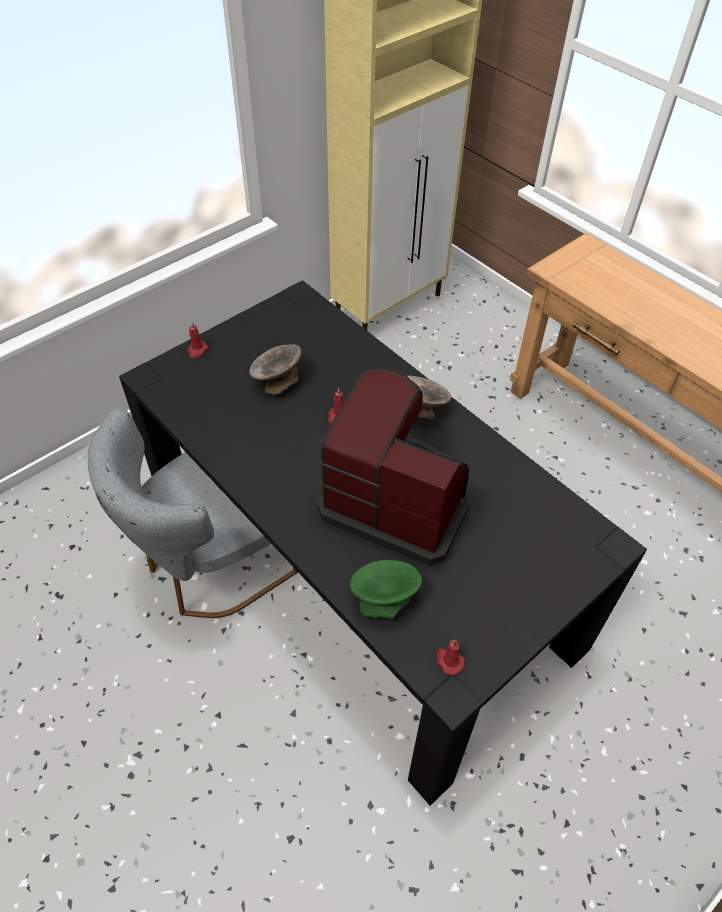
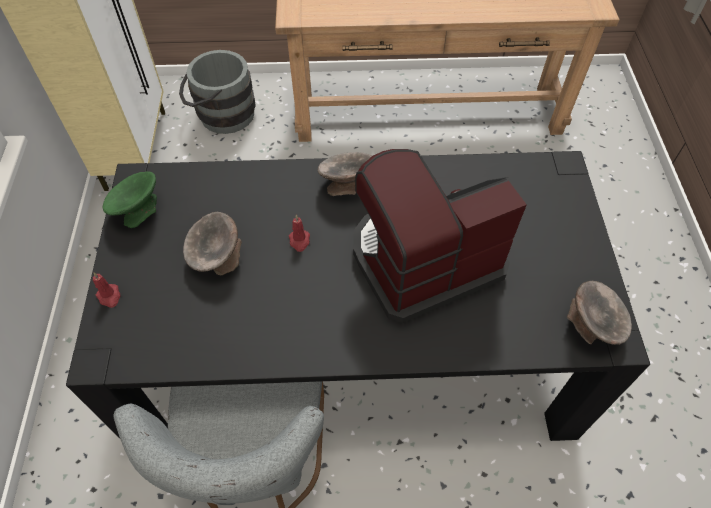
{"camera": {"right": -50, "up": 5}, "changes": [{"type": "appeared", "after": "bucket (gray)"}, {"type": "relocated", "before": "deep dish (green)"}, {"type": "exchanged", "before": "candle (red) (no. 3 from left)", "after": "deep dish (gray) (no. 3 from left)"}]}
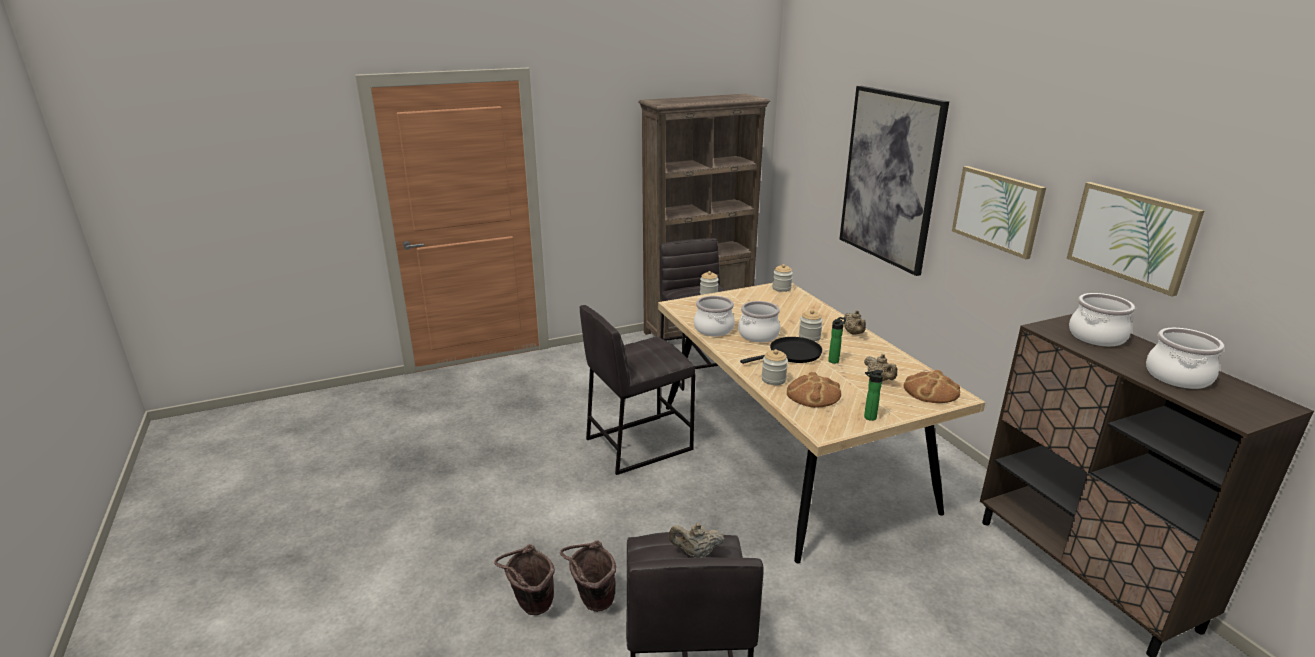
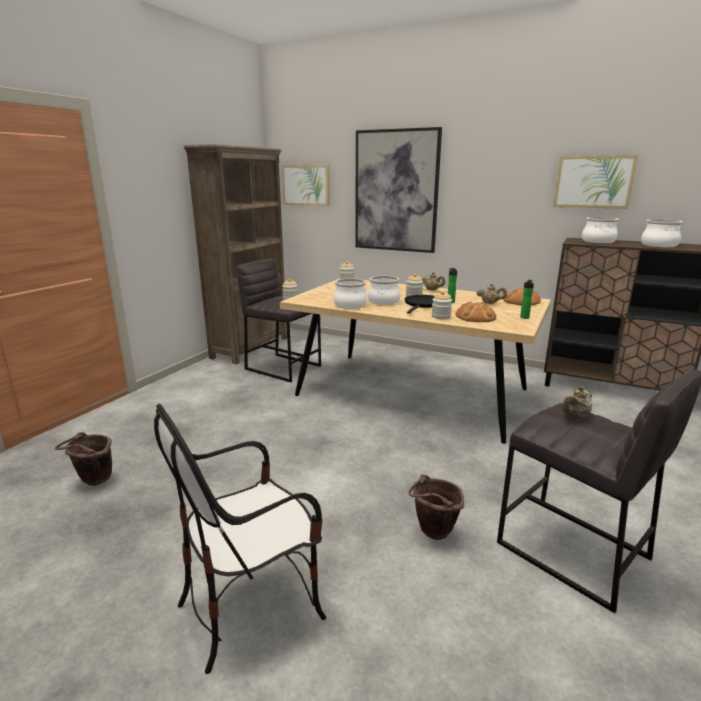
{"camera": {"right": -40, "up": -5}, "changes": [{"type": "missing", "before": "sitting stool (gray) (no. 1 from left)"}, {"type": "appeared", "after": "chair"}, {"type": "relocated", "before": "bucket (brown) (no. 1 from left)"}, {"type": "relocated", "before": "wall art (no. 2 from left in the first image)", "after": "wall art (no. 1 from left)"}]}
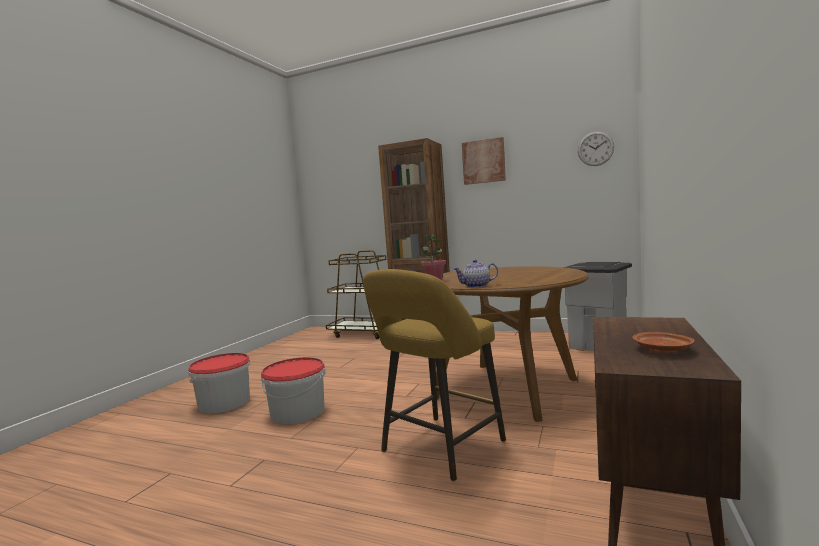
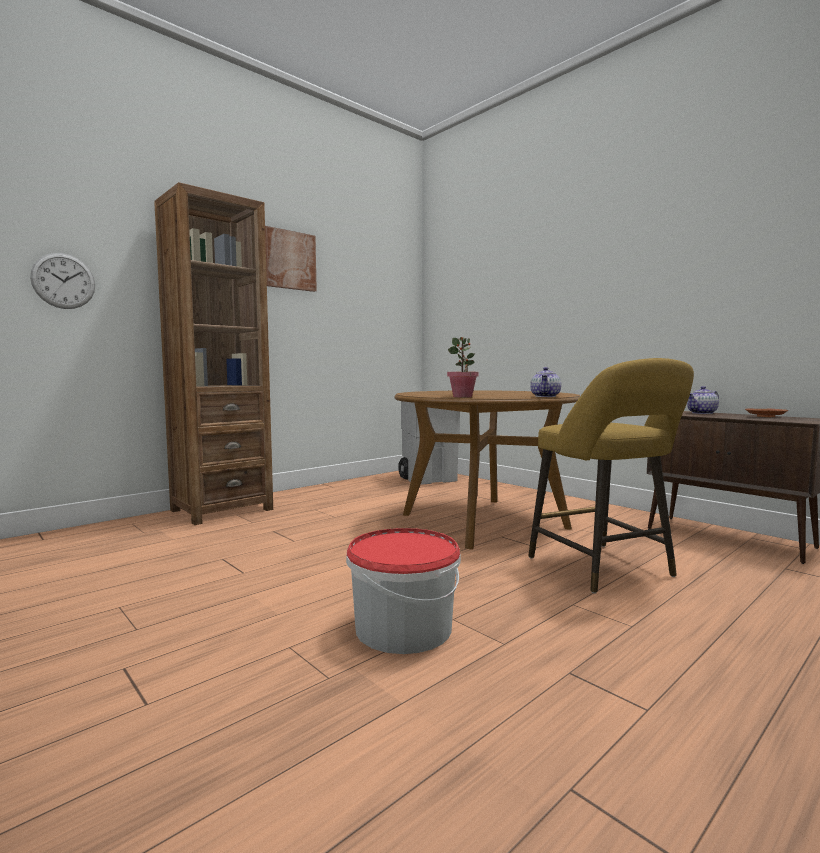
{"camera": {"right": -65, "up": 0}, "changes": [{"type": "missing", "before": "bucket (no. 1 from left)"}, {"type": "missing", "before": "trolley (brown)"}, {"type": "appeared", "after": "tea pot (no. 2 from left)"}, {"type": "relocated", "before": "hanging clock"}]}
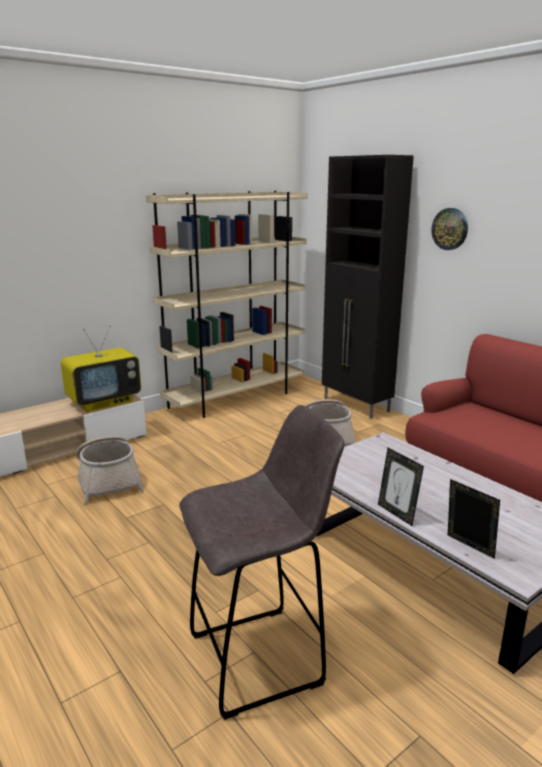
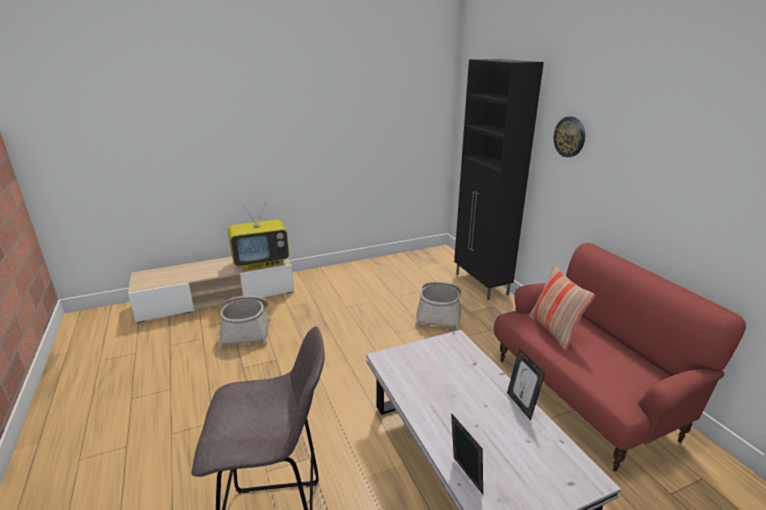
{"camera": {"right": 15, "up": 5}, "changes": [{"type": "missing", "before": "bookcase (beige-coloured)"}, {"type": "appeared", "after": "cushion"}, {"type": "relocated", "before": "standing frame (no. 1 from left in the first image)", "after": "standing frame (no. 2 from left)"}]}
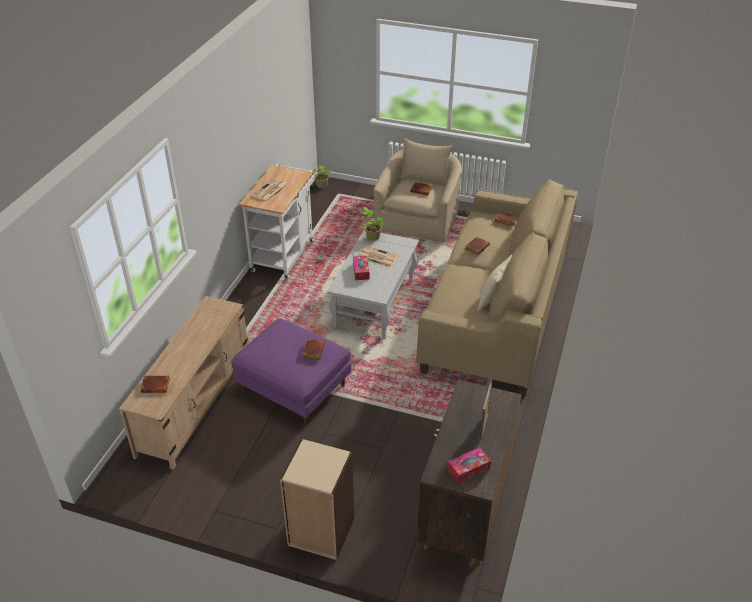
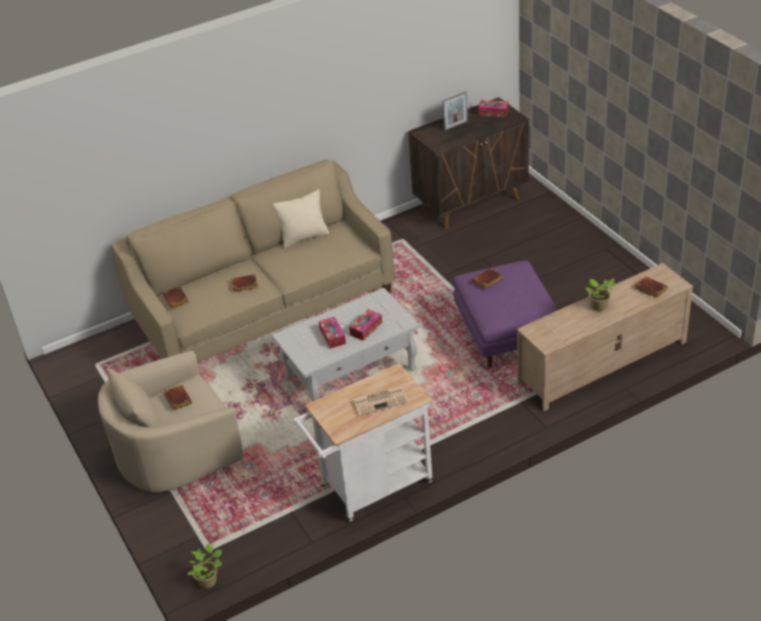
{"camera": {"right": -135, "up": 0}, "changes": [{"type": "missing", "before": "bookcase (beige-coloured)"}, {"type": "relocated", "before": "houseplant (no. 2 from left)"}, {"type": "exchanged", "before": "daily paper (no. 2 from left)", "after": "tissue holder (no. 1 from left)"}]}
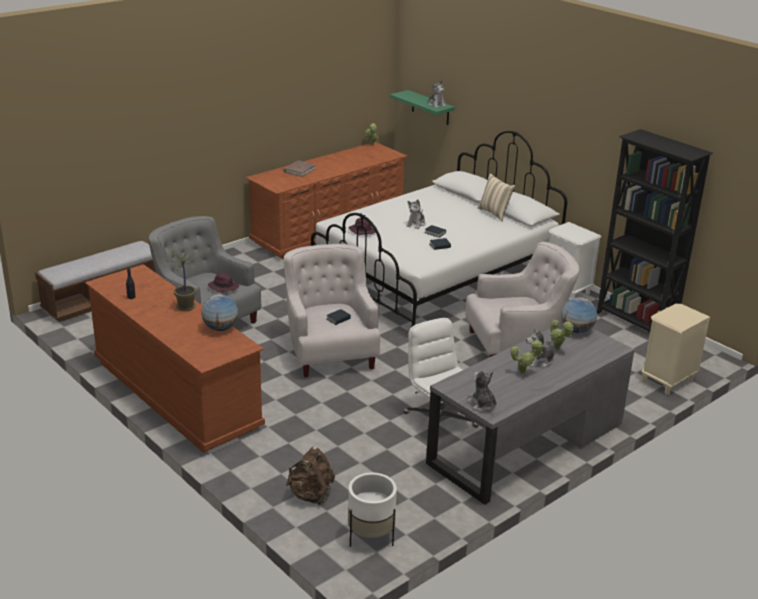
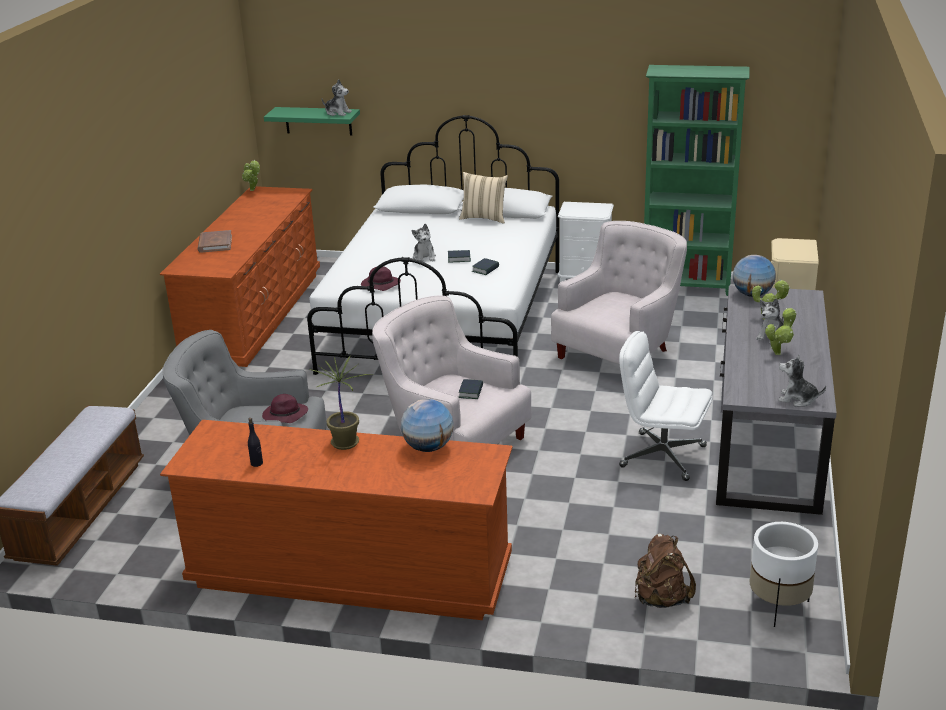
{"camera": {"right": -35, "up": 0}, "changes": [{"type": "colour", "before": "bookcase (black)", "after": "bookcase (green)"}]}
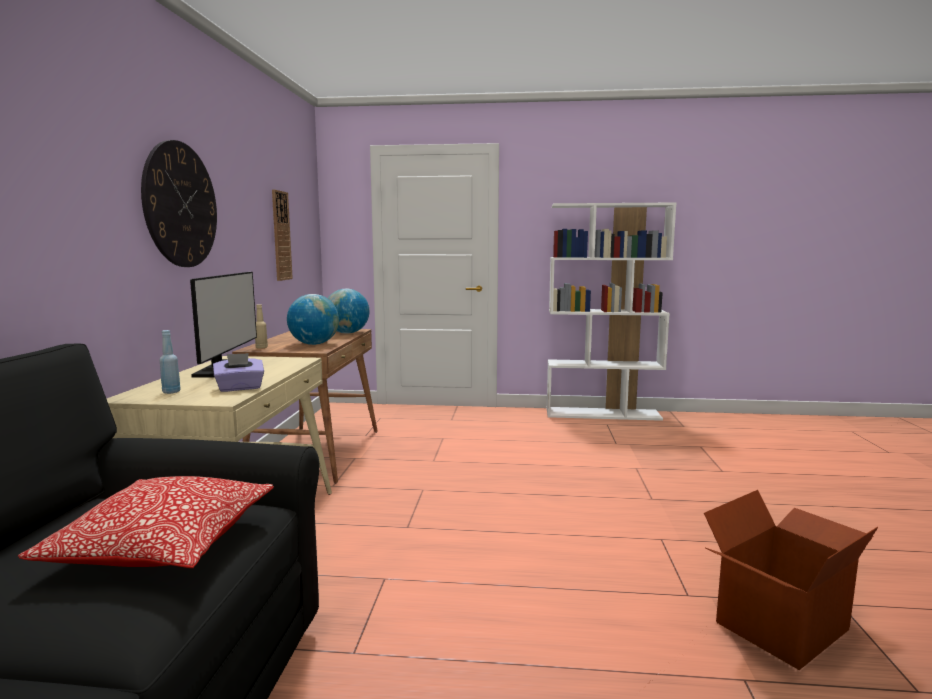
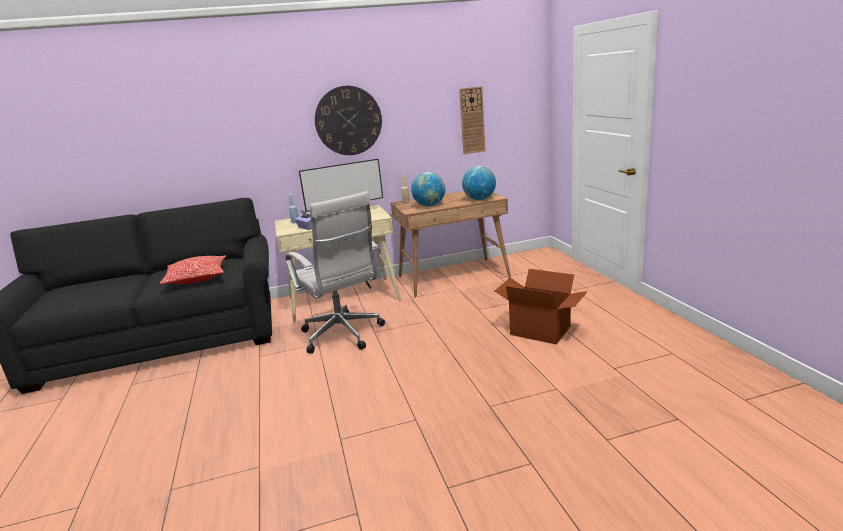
{"camera": {"right": 70, "up": 10}, "changes": [{"type": "missing", "before": "bookcase (white-coloured)"}, {"type": "appeared", "after": "desk chair (white-coloured)"}, {"type": "relocated", "before": "cardboard box"}]}
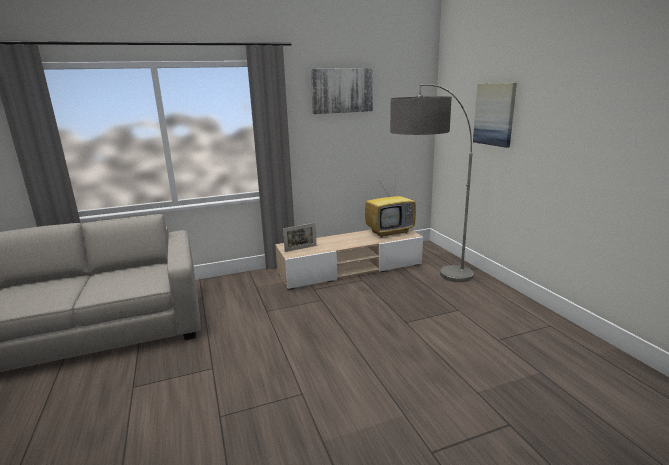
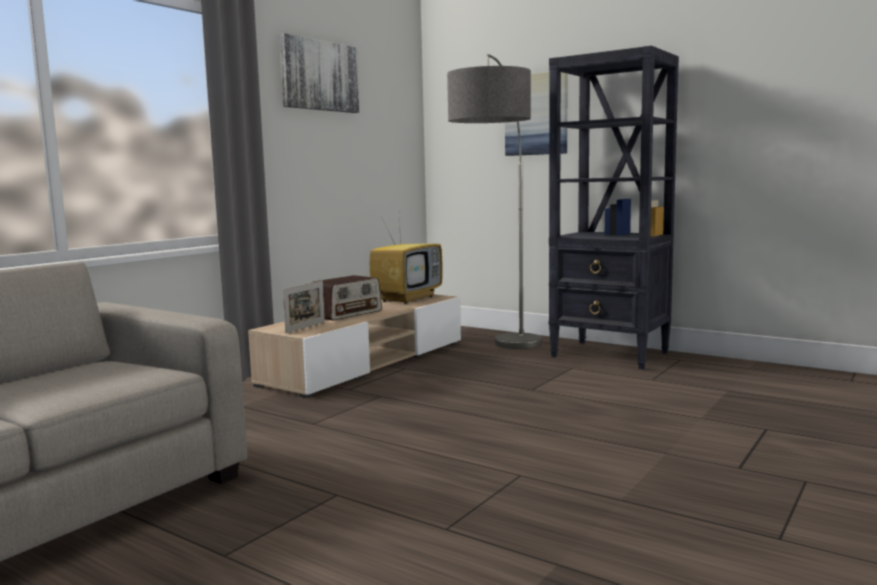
{"camera": {"right": -35, "up": -10}, "changes": [{"type": "appeared", "after": "radio receiver"}, {"type": "appeared", "after": "bookcase (black)"}]}
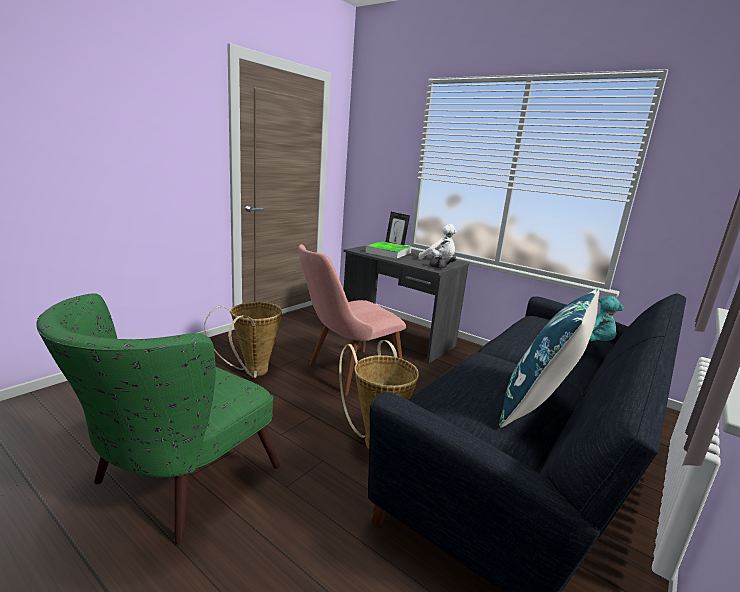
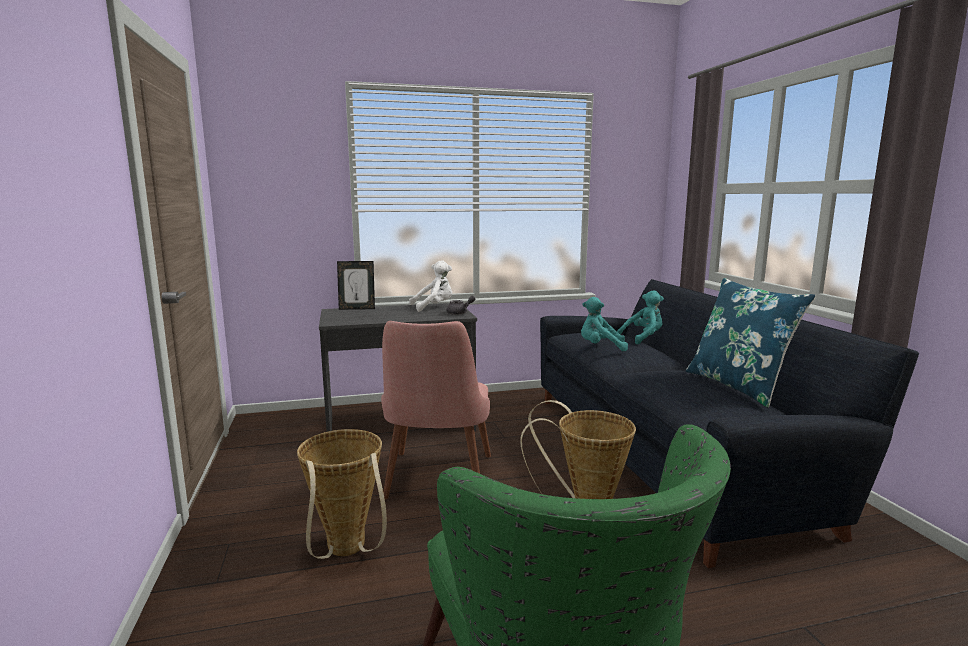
{"camera": {"right": -50, "up": -5}, "changes": [{"type": "missing", "before": "carrying tray"}, {"type": "appeared", "after": "soft toy (turquoise-coloured) (no. 1 from left)"}]}
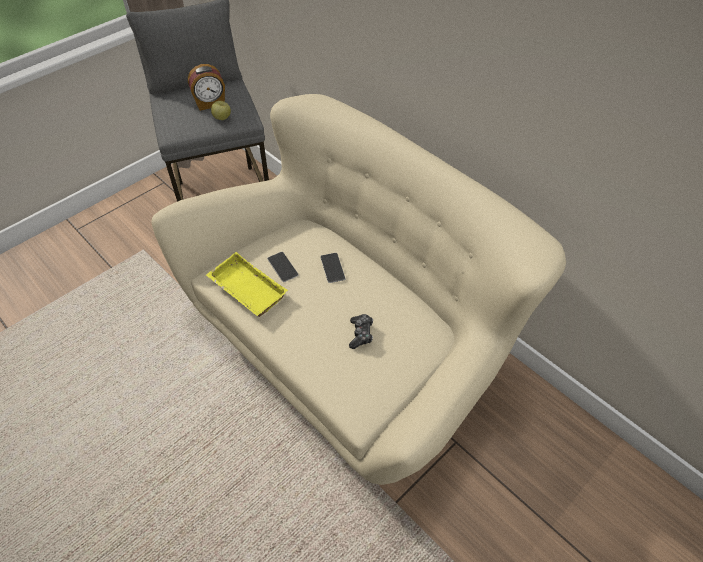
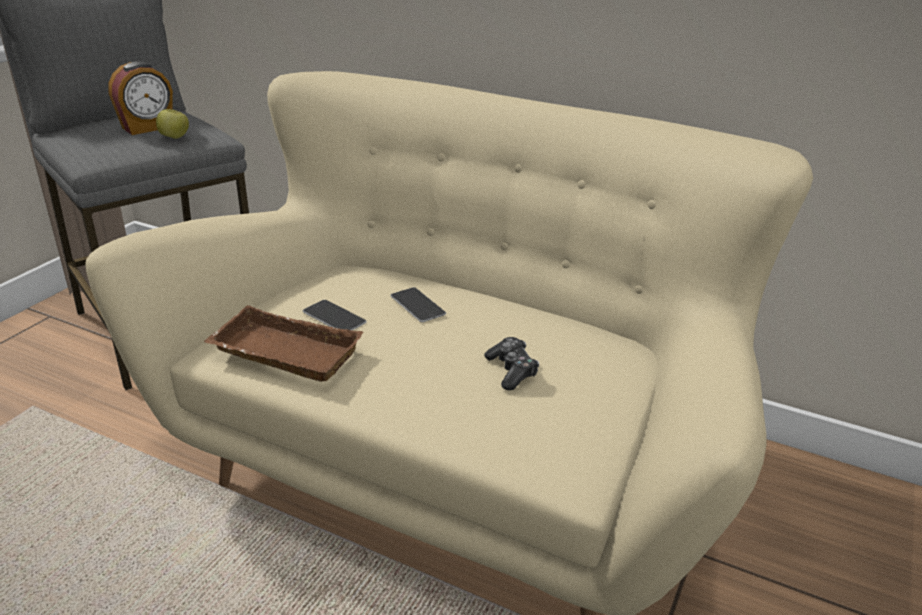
{"camera": {"right": -20, "up": -20}, "changes": [{"type": "colour", "before": "carrying tray (yellowish)", "after": "carrying tray (brown)"}]}
